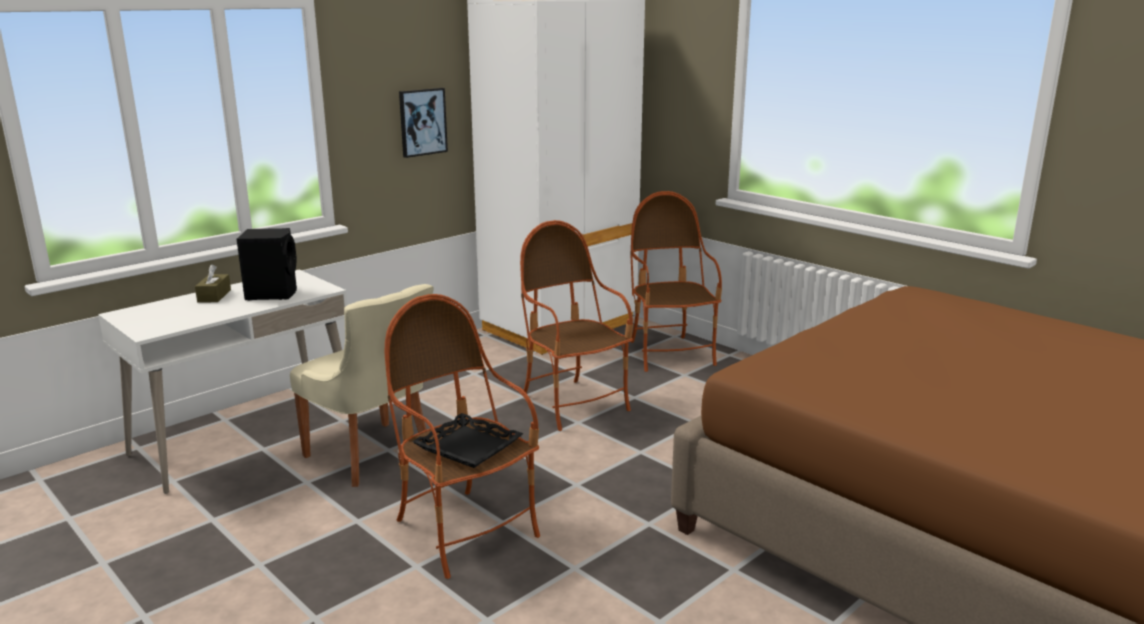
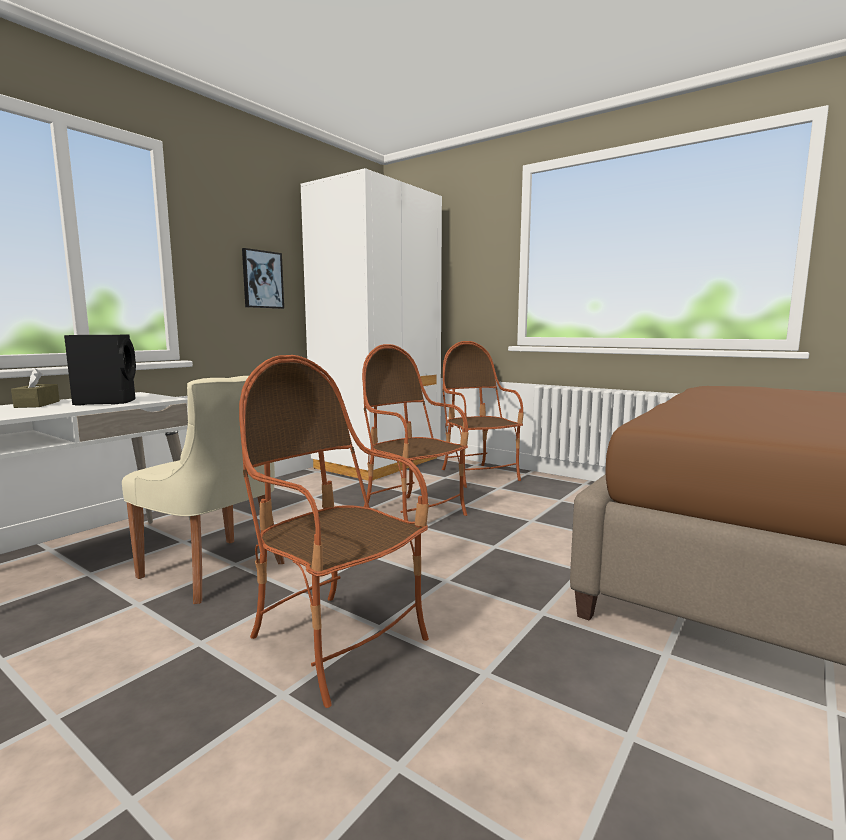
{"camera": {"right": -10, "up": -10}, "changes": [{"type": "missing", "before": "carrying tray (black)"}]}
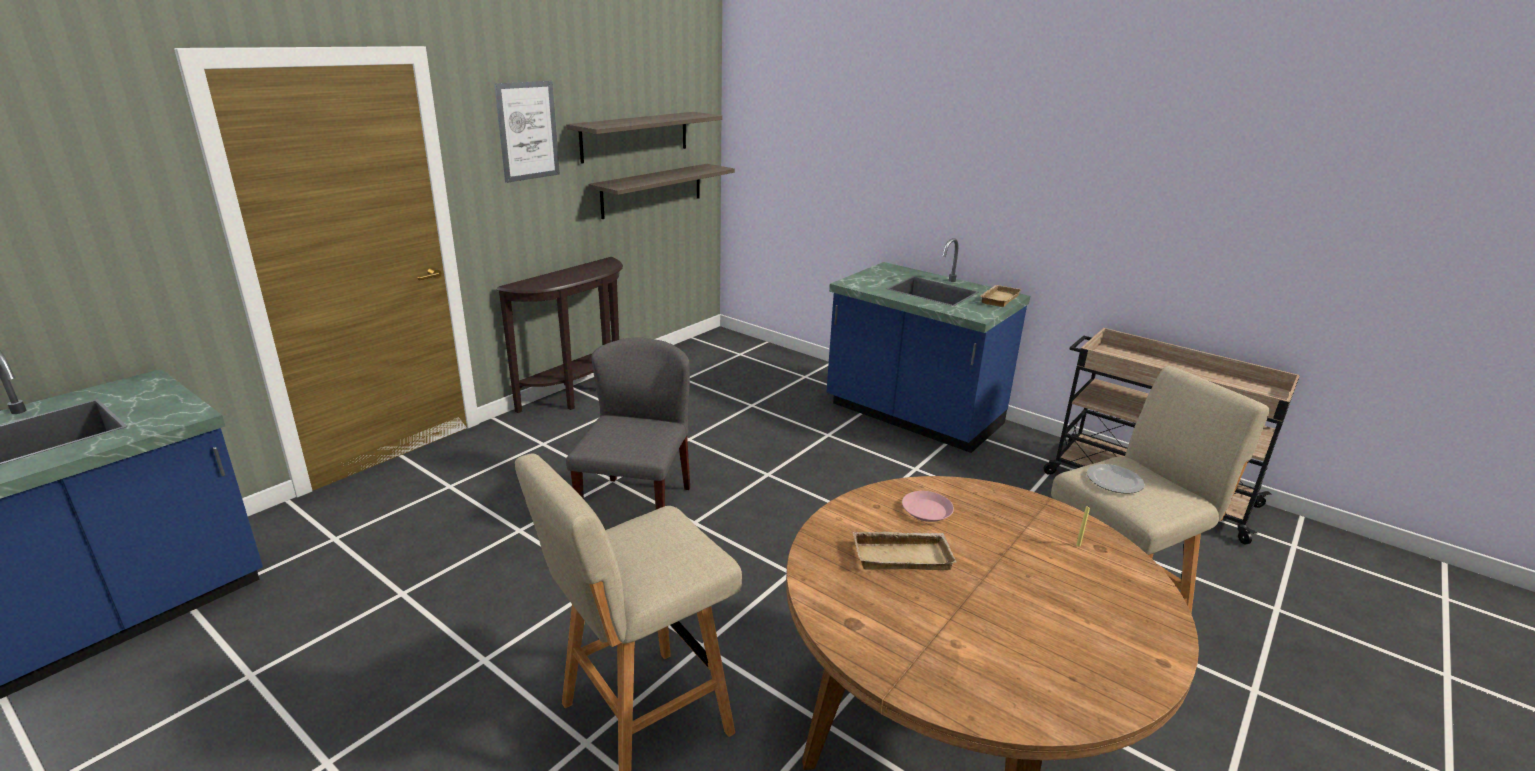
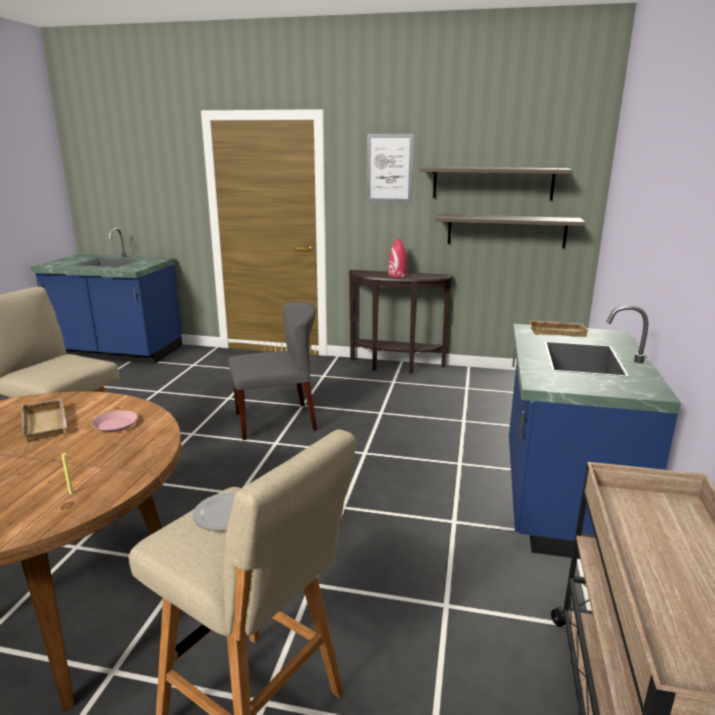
{"camera": {"right": 65, "up": -5}, "changes": [{"type": "appeared", "after": "vase (red)"}, {"type": "relocated", "before": "carrying tray (beige-coloured) (no. 2 from left)"}]}
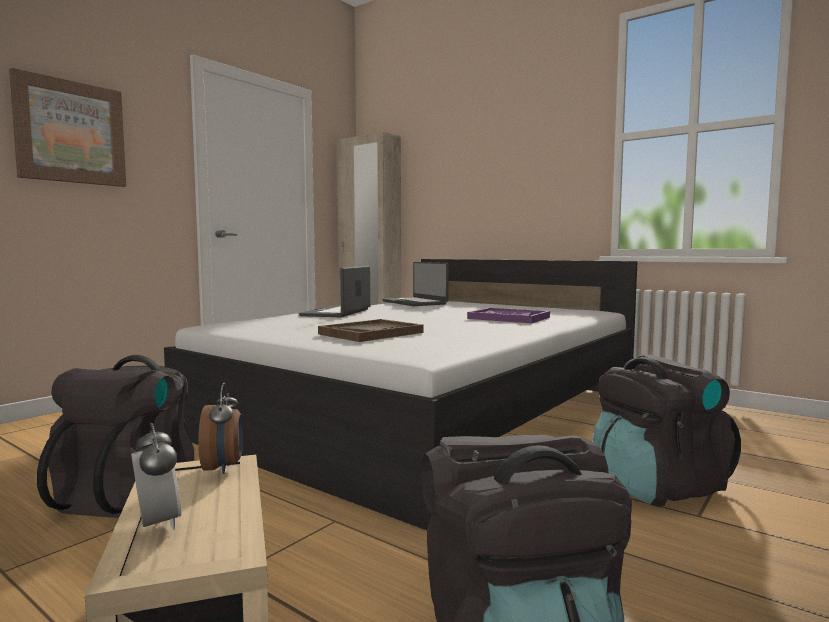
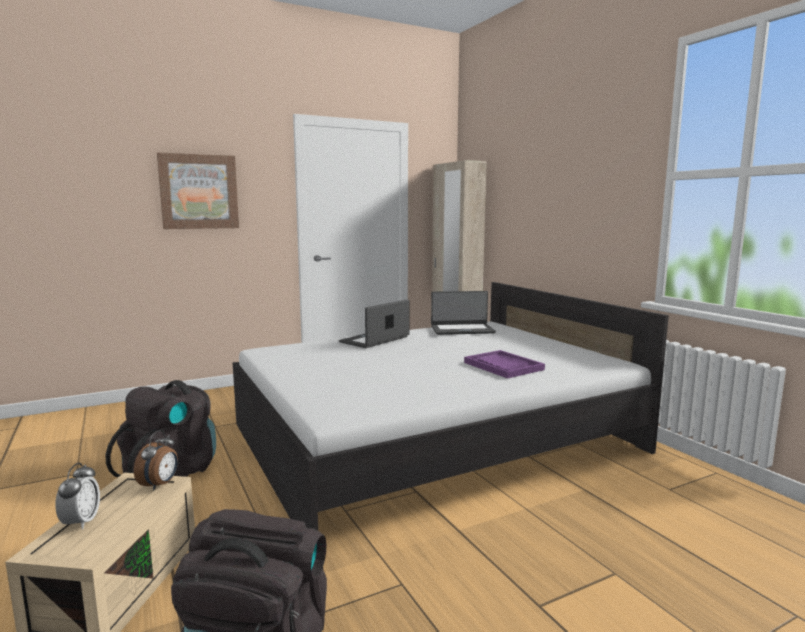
{"camera": {"right": 25, "up": 5}, "changes": [{"type": "missing", "before": "carrying tray (brown)"}, {"type": "missing", "before": "backpack (black) (no. 3 from left)"}, {"type": "spun", "before": "notebook computer (no. 2 from left)", "turn": -90}]}
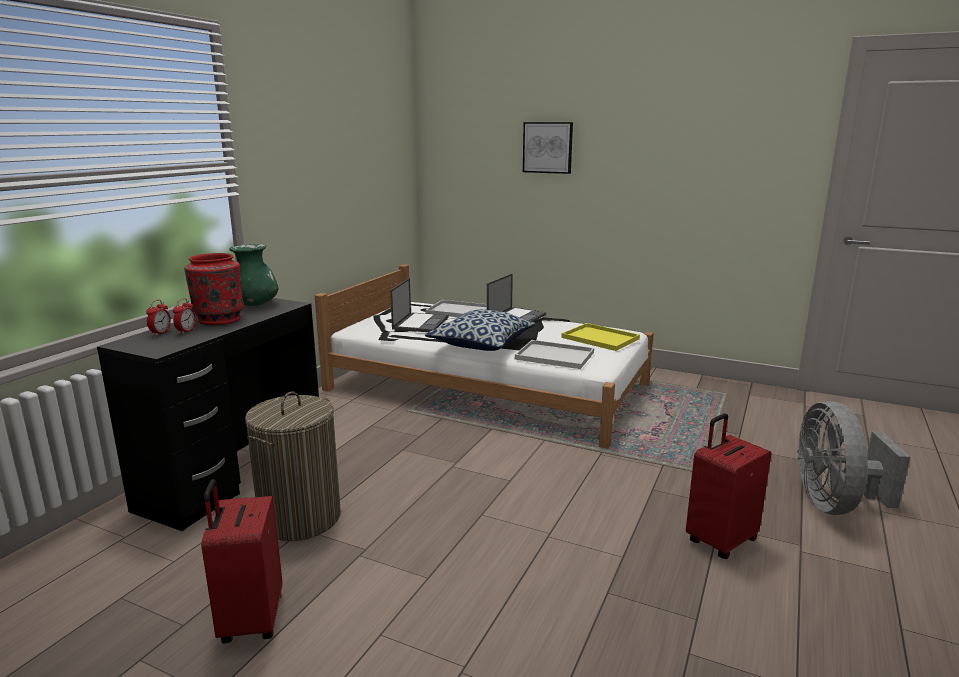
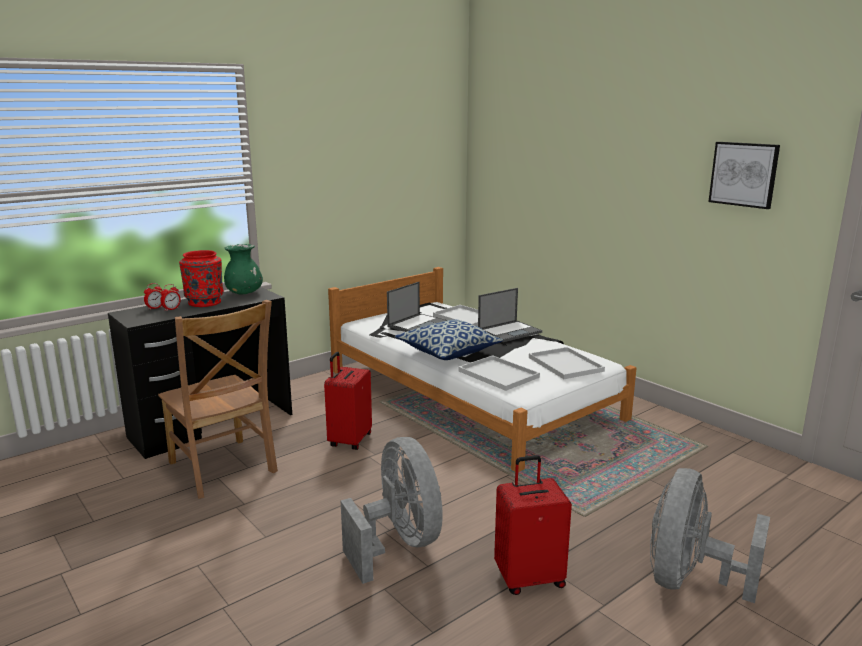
{"camera": {"right": 25, "up": 0}, "changes": [{"type": "appeared", "after": "electric fan (gray) (no. 1 from left)"}, {"type": "relocated", "before": "suitcase (red) (no. 1 from left)"}, {"type": "relocated", "before": "wall art"}, {"type": "exchanged", "before": "hamper", "after": "chair (brown)"}, {"type": "colour", "before": "carrying tray (yellowish)", "after": "carrying tray (white-coloured) (no. 3 from left)"}]}
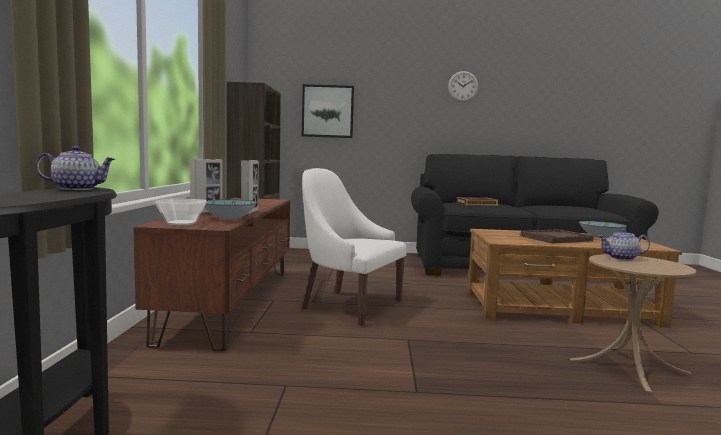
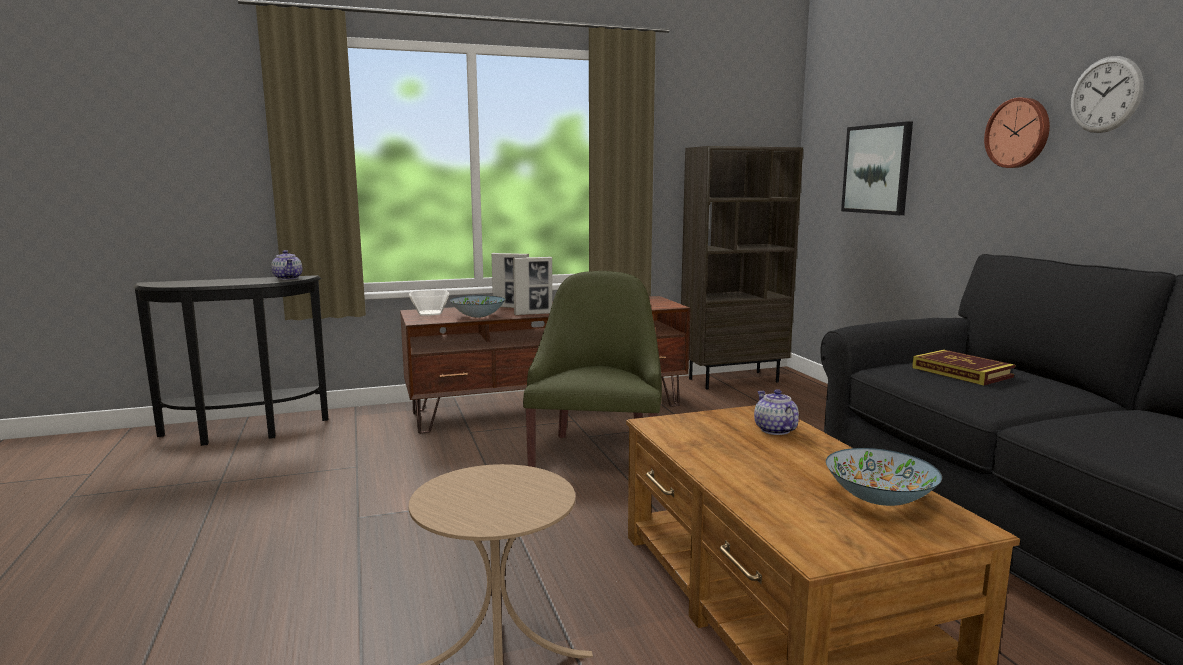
{"camera": {"right": 70, "up": 5}, "changes": [{"type": "missing", "before": "carrying tray (brown)"}, {"type": "appeared", "after": "hanging clock (no. 1 from left)"}, {"type": "relocated", "before": "tea pot (no. 2 from left)"}, {"type": "colour", "before": "easy chair (white-coloured)", "after": "easy chair (green)"}]}
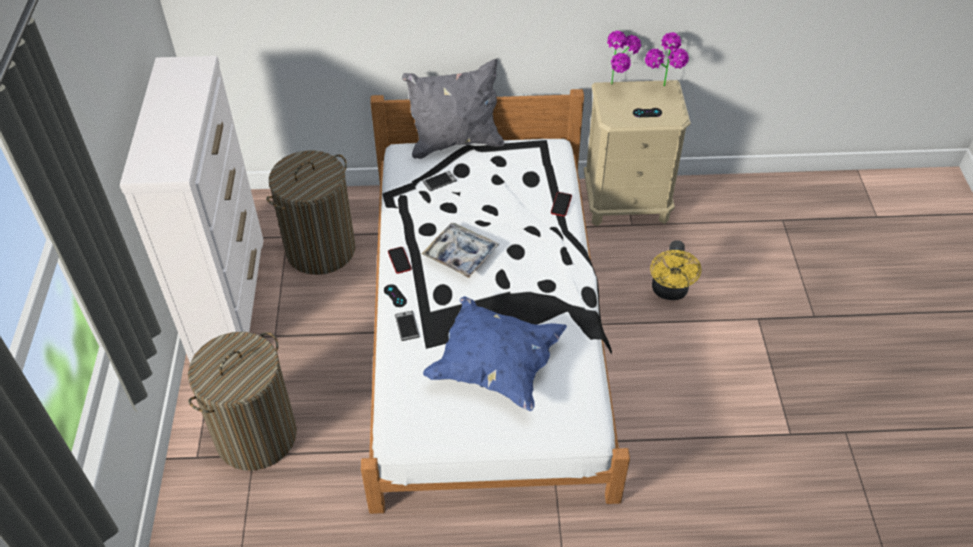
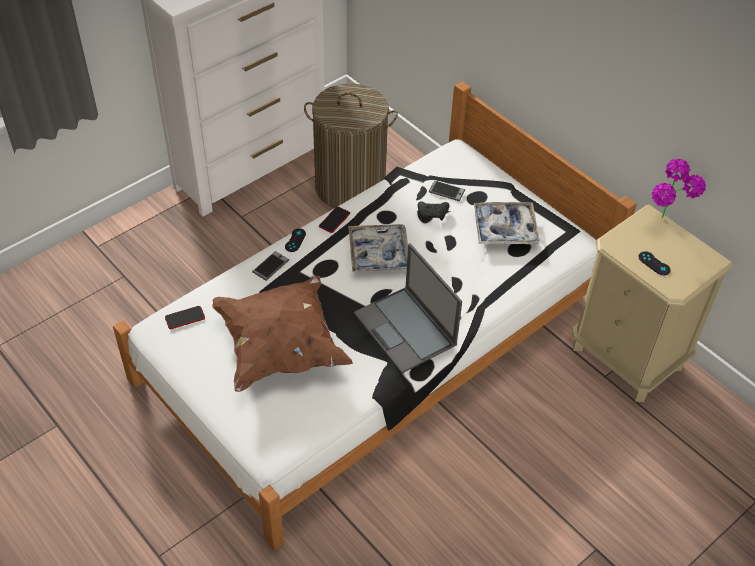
{"camera": {"right": 50, "up": 0}, "changes": [{"type": "missing", "before": "hamper (no. 1 from left)"}, {"type": "missing", "before": "cushion (gray)"}, {"type": "missing", "before": "houseplant (no. 2 from left)"}, {"type": "missing", "before": "electric fan (yellowish)"}, {"type": "appeared", "after": "notebook computer"}, {"type": "appeared", "after": "gamepad (black) (no. 2 from left)"}, {"type": "appeared", "after": "carrying tray (no. 2 from left)"}, {"type": "relocated", "before": "telephone (no. 4 from left in the first image)", "after": "telephone (no. 1 from left)"}, {"type": "colour", "before": "cushion (bluish)", "after": "cushion (brown)"}]}
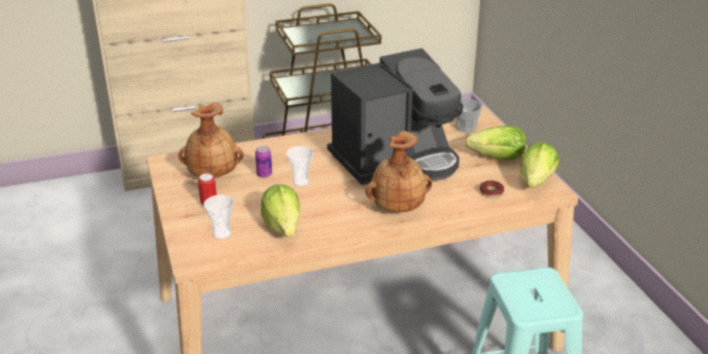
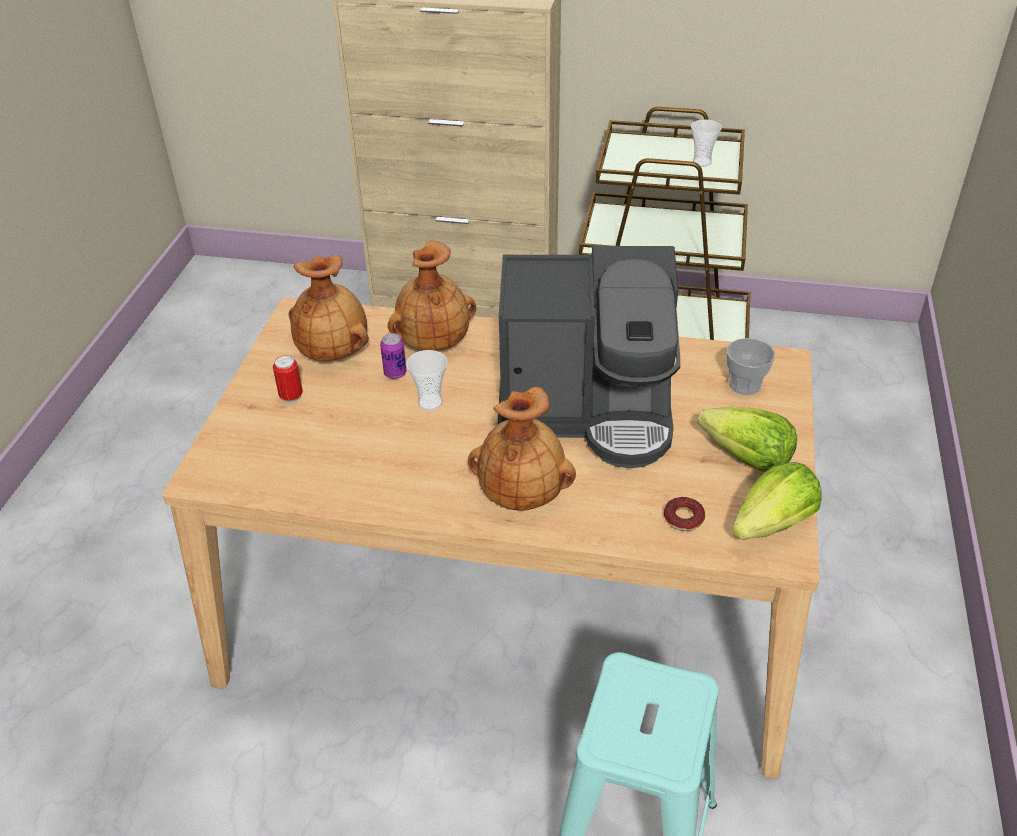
{"camera": {"right": 30, "up": 10}, "changes": [{"type": "missing", "before": "lettuce head (no. 1 from left)"}, {"type": "appeared", "after": "vase (brown) (no. 2 from left)"}, {"type": "relocated", "before": "small cup (no. 1 from left in the first image)", "after": "small cup (no. 2 from left)"}]}
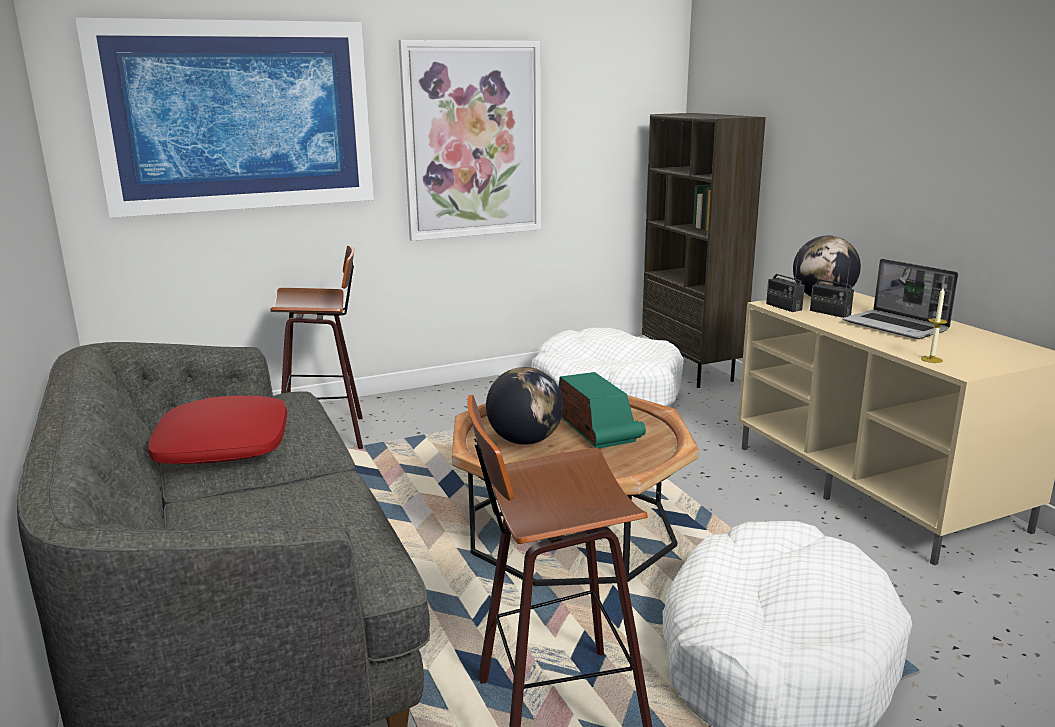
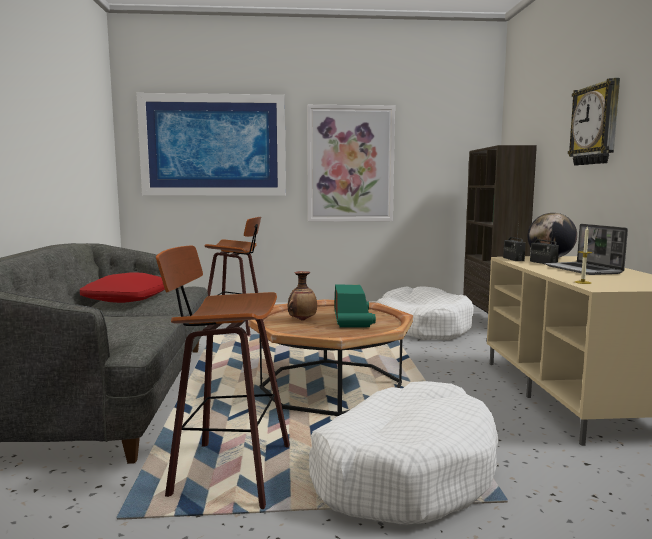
{"camera": {"right": 20, "up": -10}, "changes": [{"type": "appeared", "after": "hanging clock"}, {"type": "exchanged", "before": "desk globe (no. 1 from left)", "after": "vase"}]}
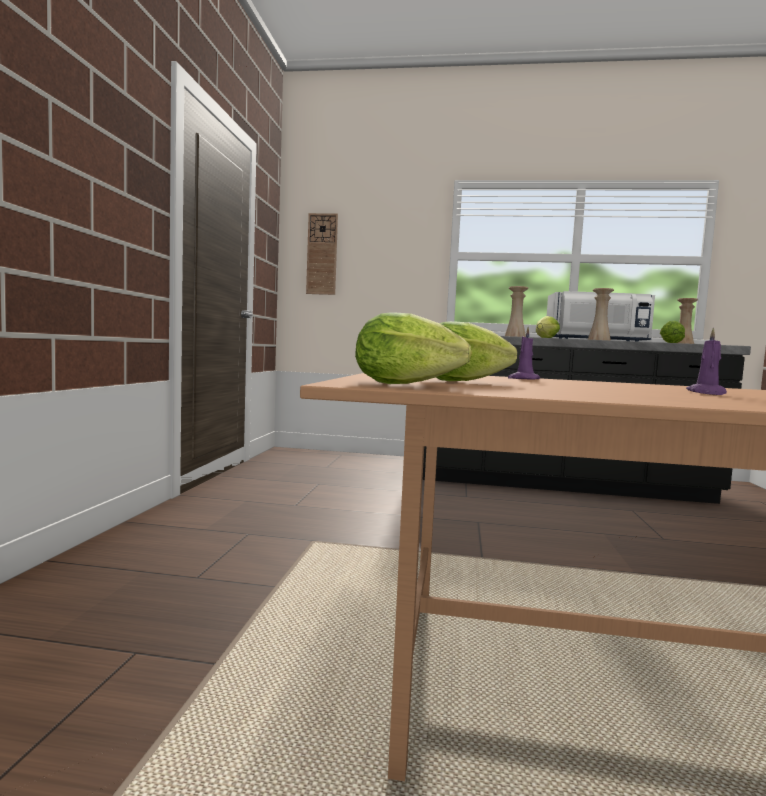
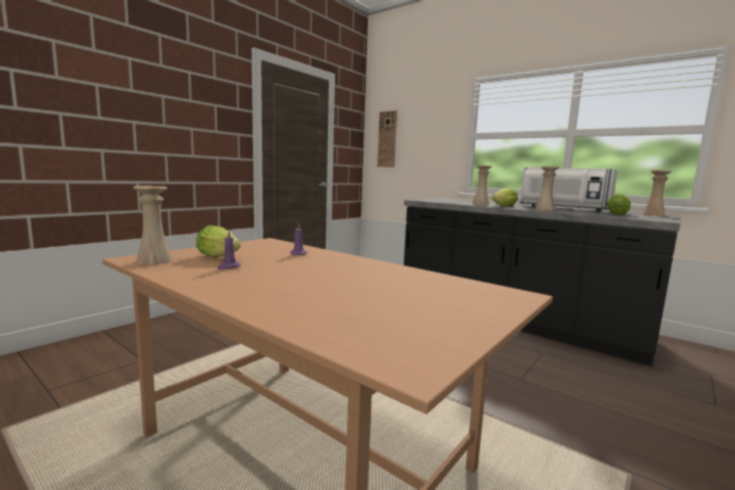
{"camera": {"right": 30, "up": 5}, "changes": [{"type": "relocated", "before": "candle (purple) (no. 2 from left in the first image)", "after": "candle (purple) (no. 1 from left)"}, {"type": "exchanged", "before": "lettuce head (no. 1 from left)", "after": "vase (beige-coloured) (no. 1 from left)"}]}
